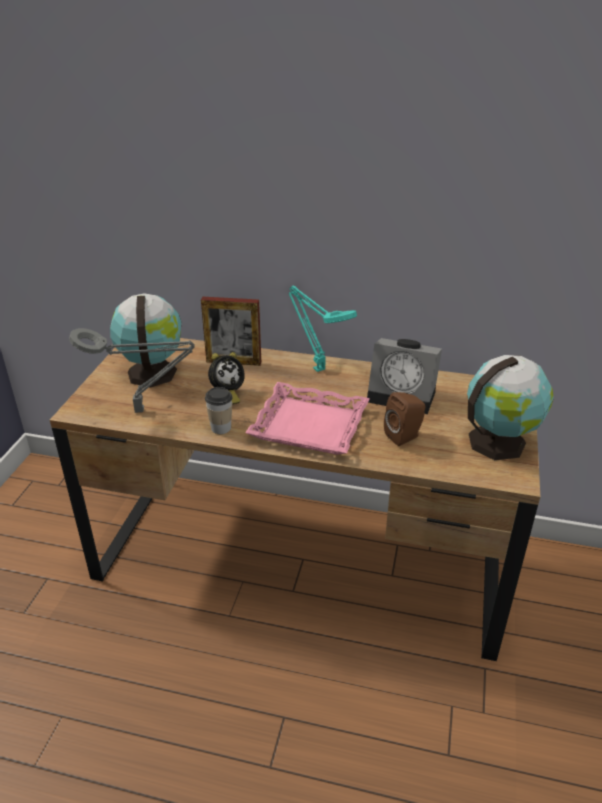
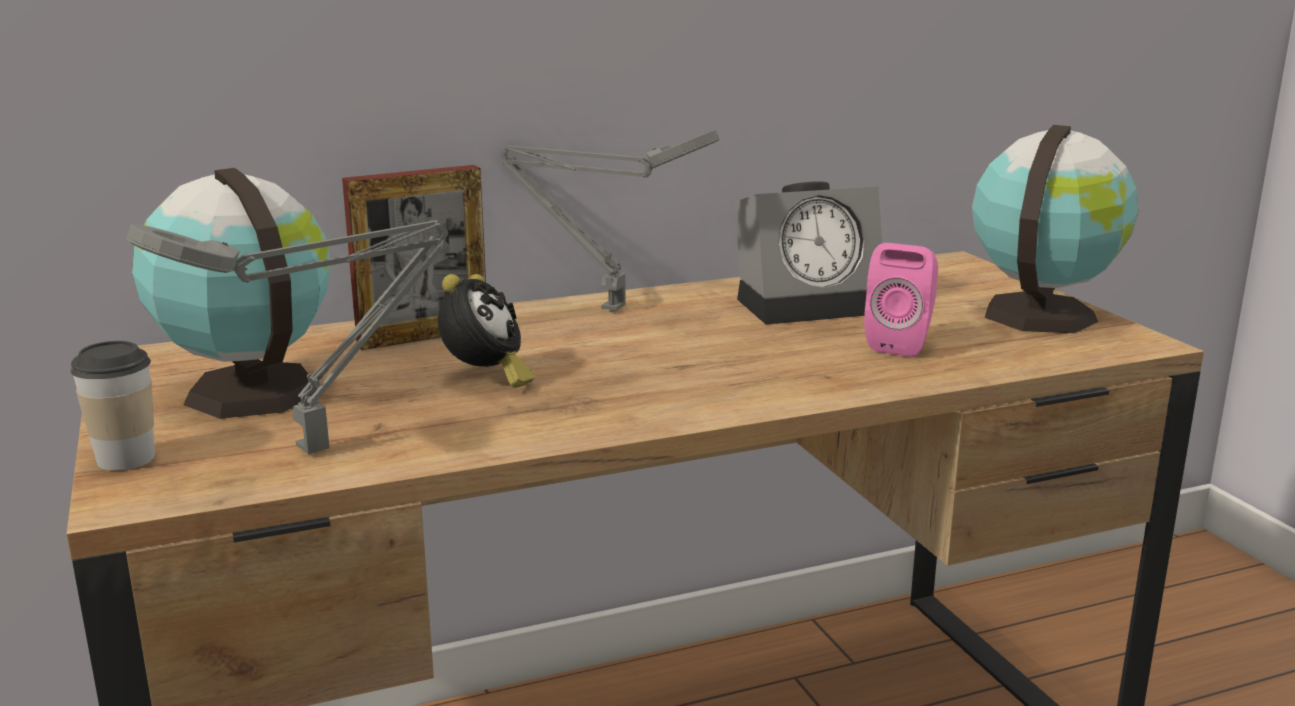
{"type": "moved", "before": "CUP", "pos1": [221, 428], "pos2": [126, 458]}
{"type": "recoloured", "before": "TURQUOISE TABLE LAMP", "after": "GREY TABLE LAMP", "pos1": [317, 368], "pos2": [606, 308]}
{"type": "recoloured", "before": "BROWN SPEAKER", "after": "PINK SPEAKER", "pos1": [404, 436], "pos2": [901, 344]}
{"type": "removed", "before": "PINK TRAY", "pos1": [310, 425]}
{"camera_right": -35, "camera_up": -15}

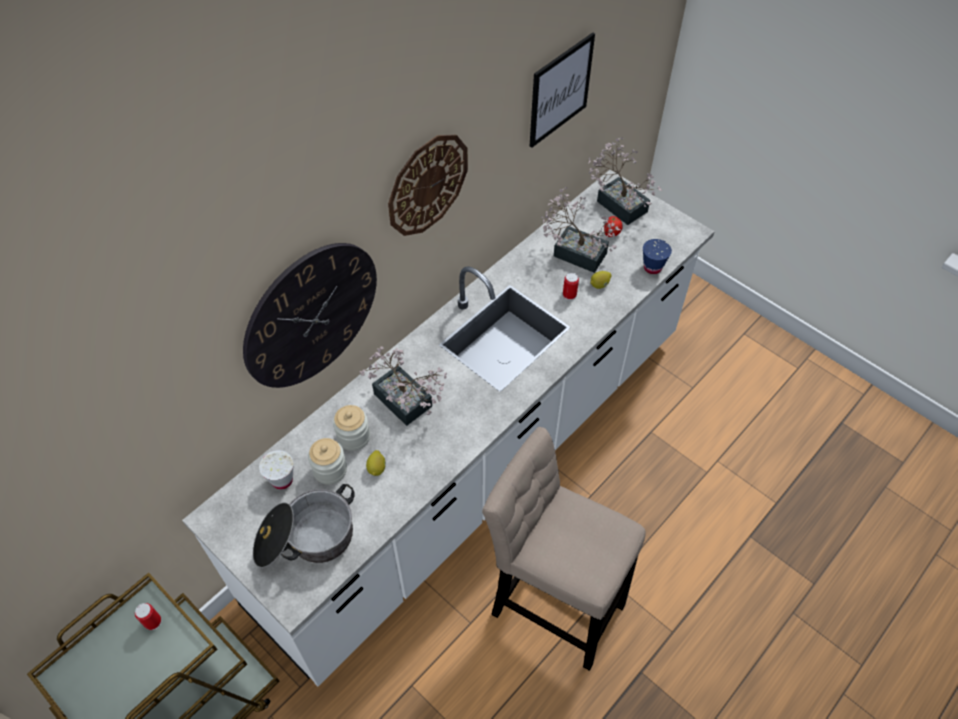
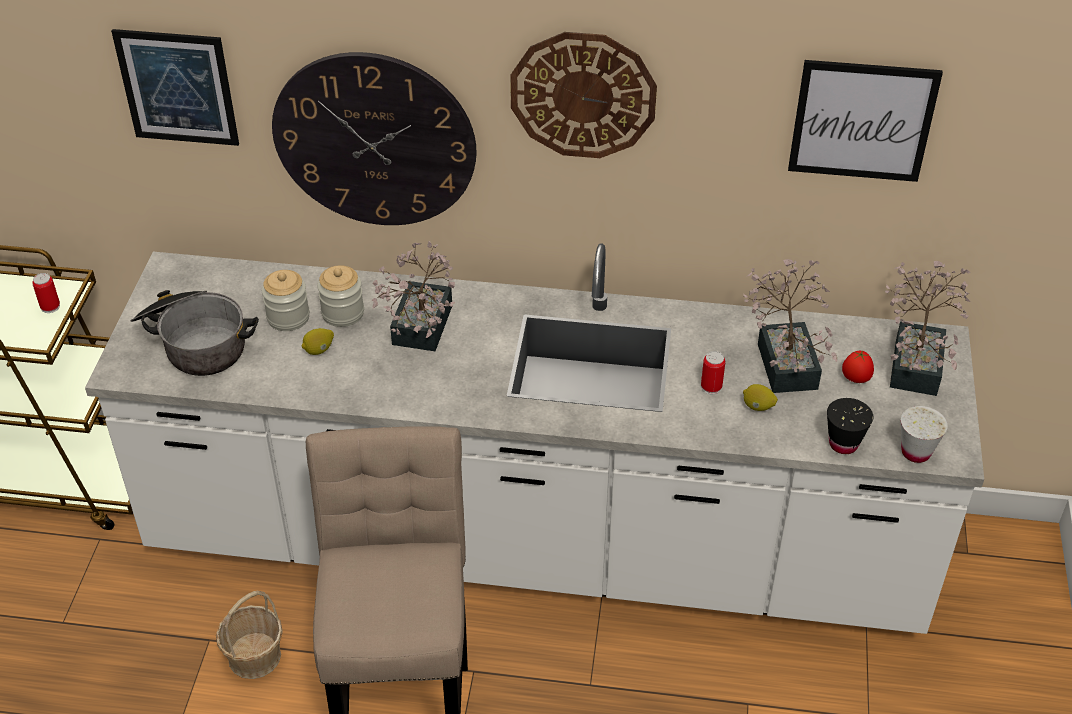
{"type": "added", "after": "PICTURE", "pos2": [177, 87]}
{"type": "added", "after": "BASKET", "pos2": [254, 656]}
{"type": "recoloured", "before": "BLUE CUP", "after": "BLACK CUP", "pos1": [652, 268], "pos2": [843, 444]}
{"type": "moved", "before": "WHITE CUP", "pos1": [282, 480], "pos2": [915, 452]}
{"camera_right": 55, "camera_up": -10}

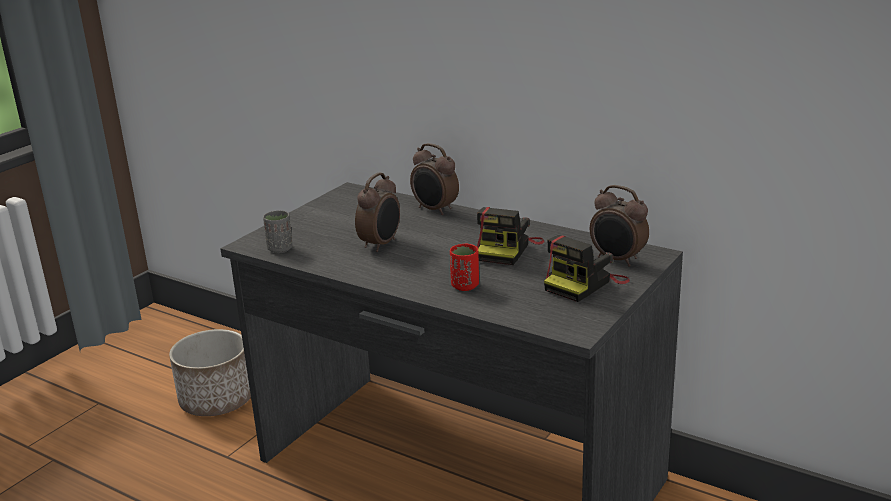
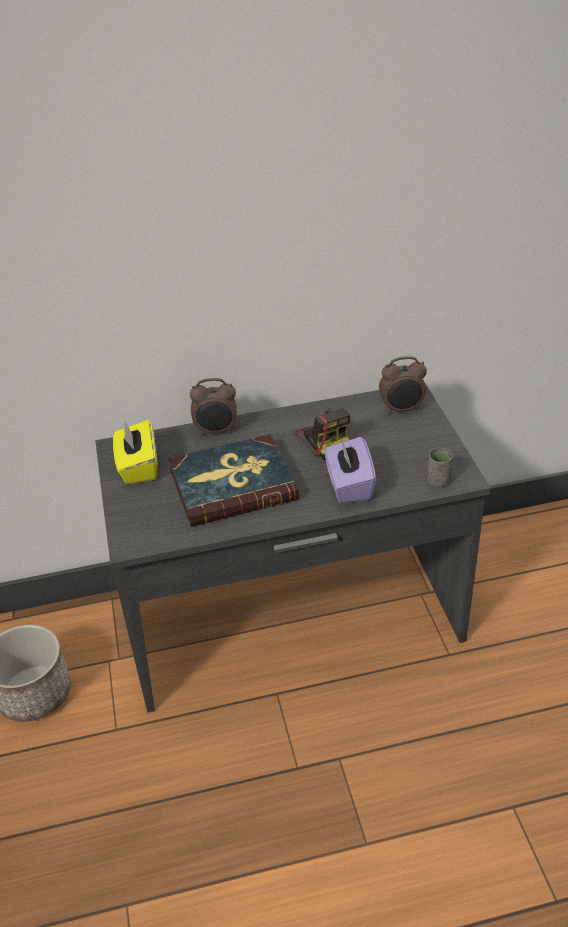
{"type": "added", "after": "YELLOW TISSUE BOX", "pos2": [138, 467]}
{"type": "replaced", "before": "ALARM CLOCK", "after": "BOOK", "pos1": [381, 244], "pos2": [233, 484]}
{"type": "replaced", "before": "RED CUP", "after": "PURPLE TISSUE BOX", "pos1": [465, 286], "pos2": [349, 485]}
{"type": "moved", "before": "GREY CUP", "pos1": [280, 249], "pos2": [438, 481]}
{"type": "removed", "before": "PHOTO CAMERA", "pos1": [584, 284]}
{"camera_right": -45, "camera_up": 15}

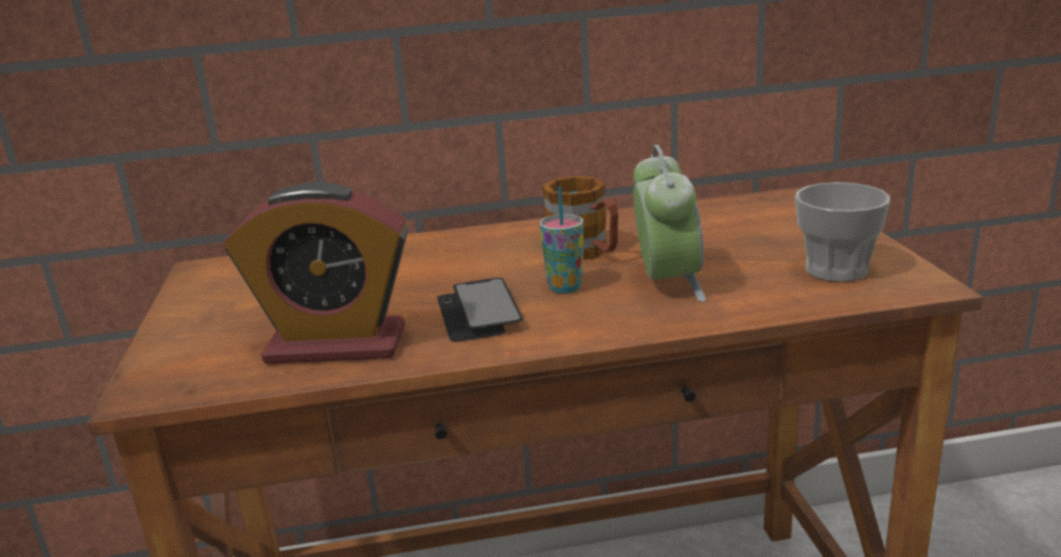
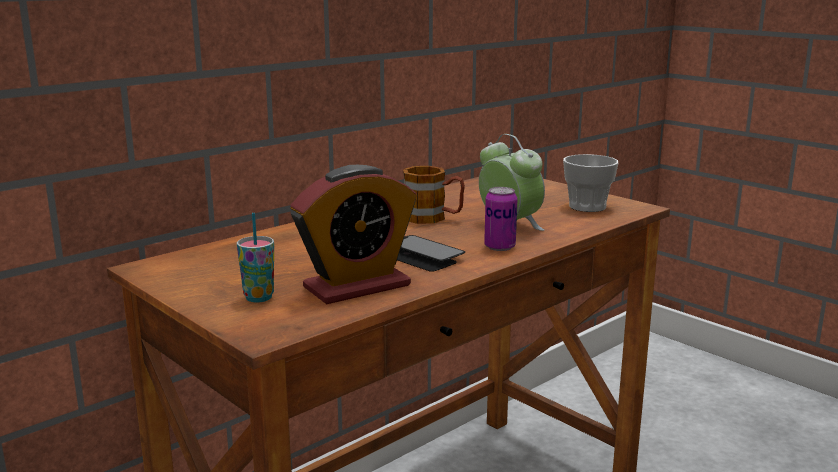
{"type": "moved", "before": "CUP", "pos1": [565, 287], "pos2": [259, 298]}
{"type": "added", "after": "CAN", "pos2": [499, 247]}
{"camera_right": -35, "camera_up": -5}

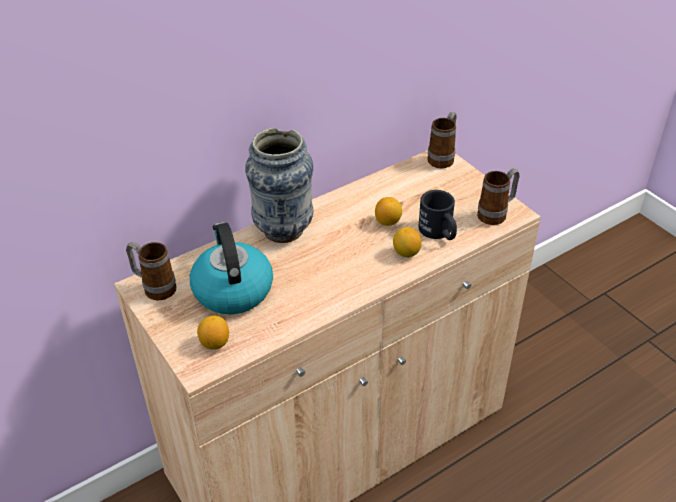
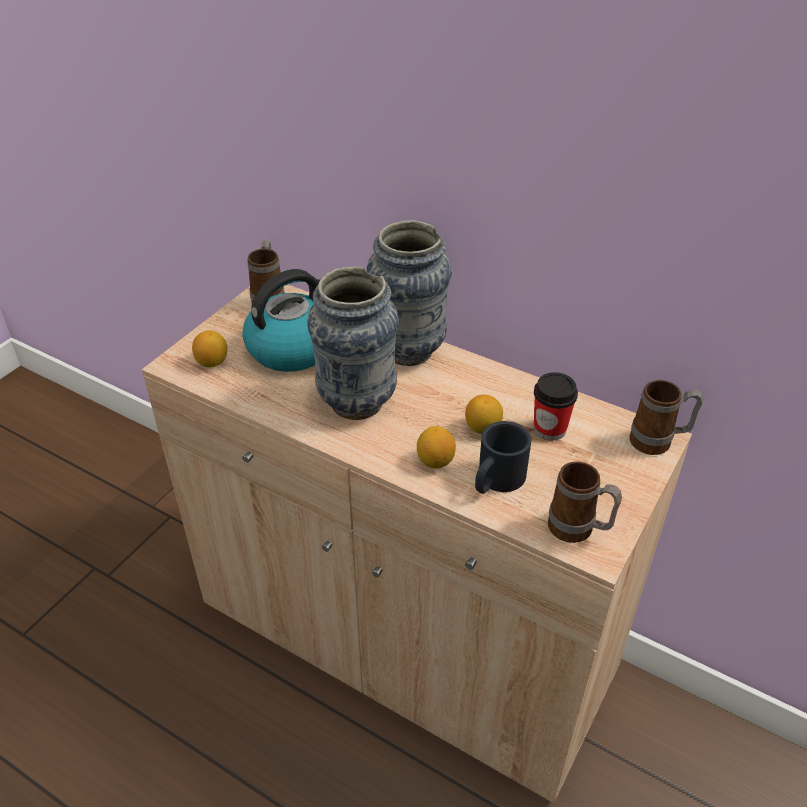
{"type": "added", "after": "VASE", "pos2": [357, 402]}
{"type": "added", "after": "CUP", "pos2": [549, 429]}
{"camera_right": 65, "camera_up": 0}

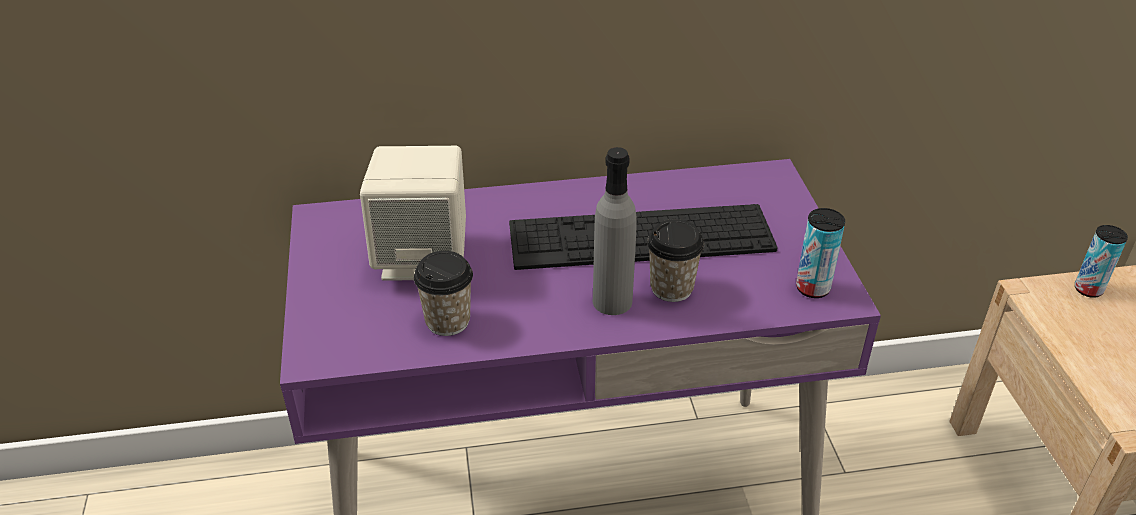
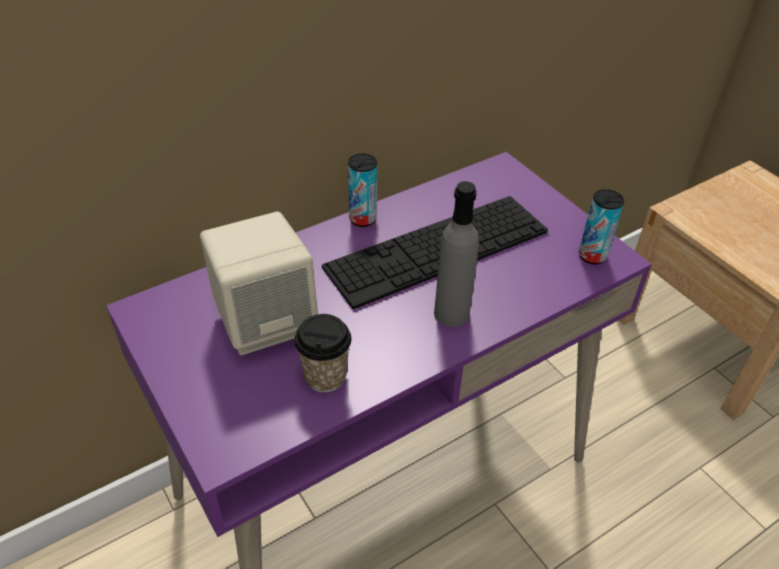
{"type": "moved", "before": "CAN", "pos1": [1088, 289], "pos2": [362, 219]}
{"type": "removed", "before": "CUP", "pos1": [671, 288]}
{"camera_right": -25, "camera_up": 5}

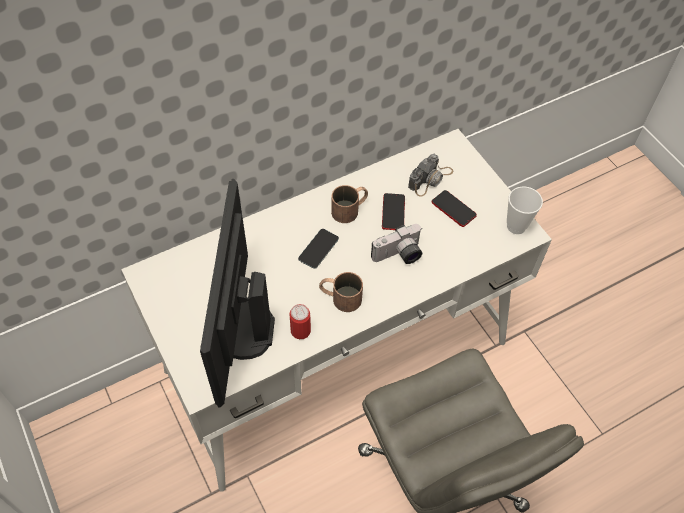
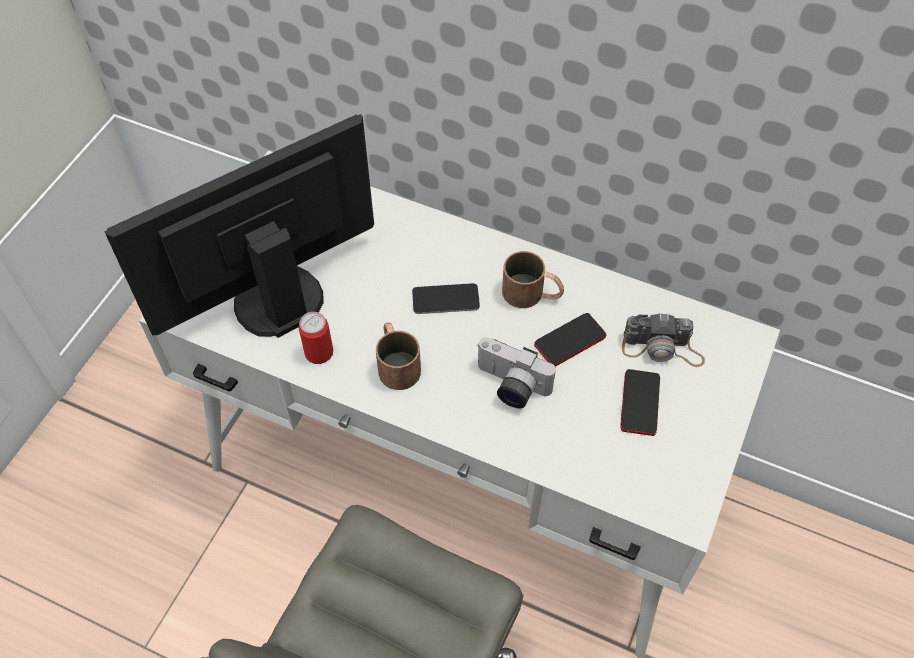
{"type": "removed", "before": "CUP", "pos1": [516, 226]}
{"camera_right": 55, "camera_up": 0}

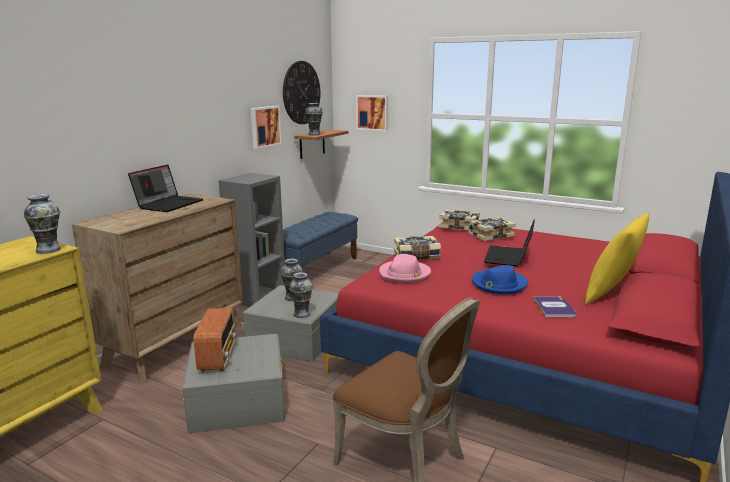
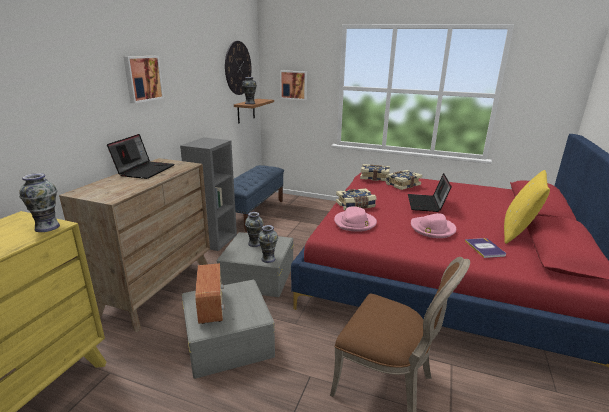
{"type": "moved", "before": "PICTURE", "pos1": [264, 126], "pos2": [142, 78]}
{"type": "recoloured", "before": "BLUE HAT", "after": "PINK HAT", "pos1": [498, 284], "pos2": [432, 229]}
{"camera_right": -10, "camera_up": 5}

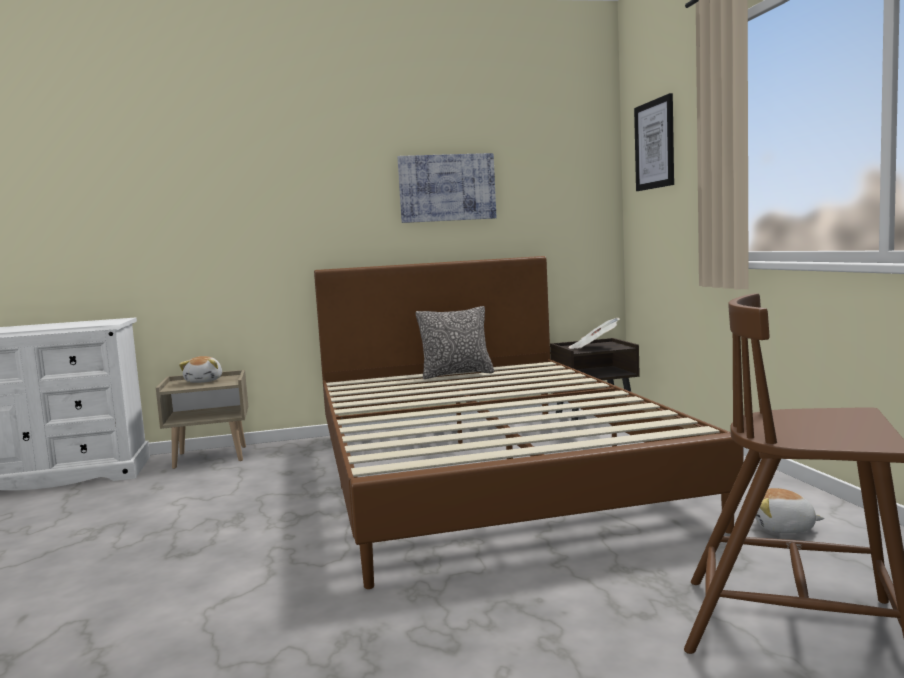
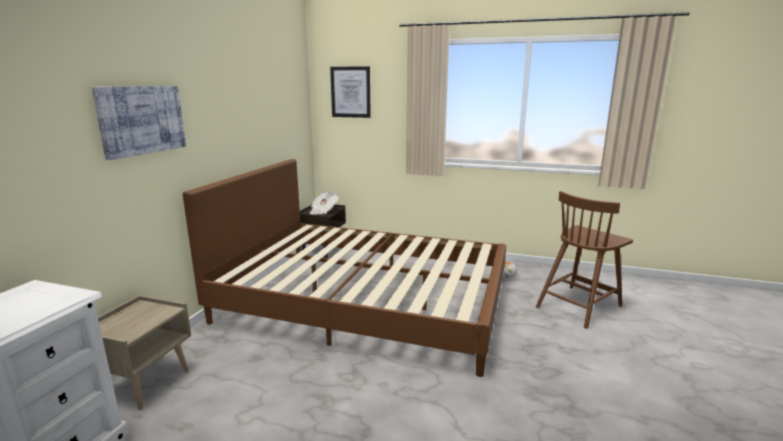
{"type": "moved", "before": "PICTURE", "pos1": [447, 188], "pos2": [142, 120]}
{"type": "removed", "before": "PLUSH TOY", "pos1": [205, 381]}
{"type": "removed", "before": "PILLOW", "pos1": [456, 374]}
{"camera_right": -60, "camera_up": 10}

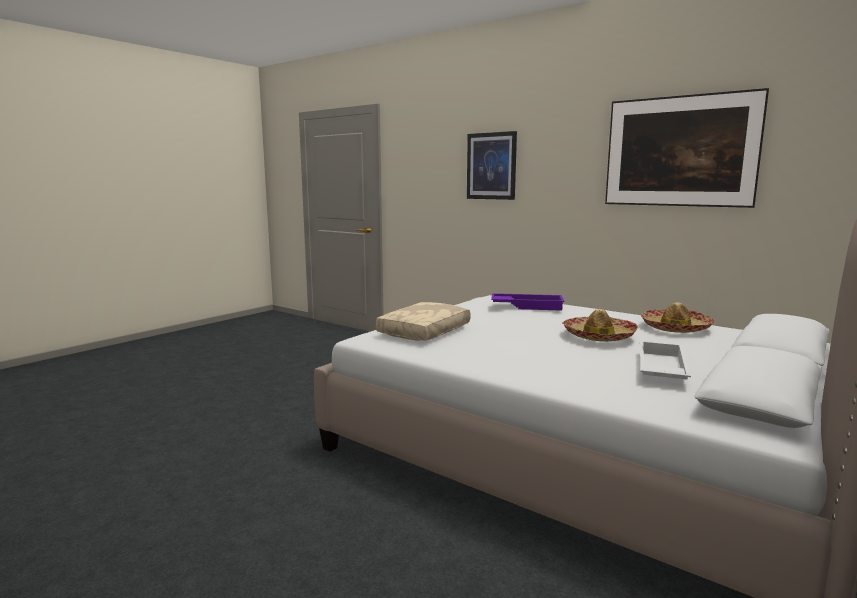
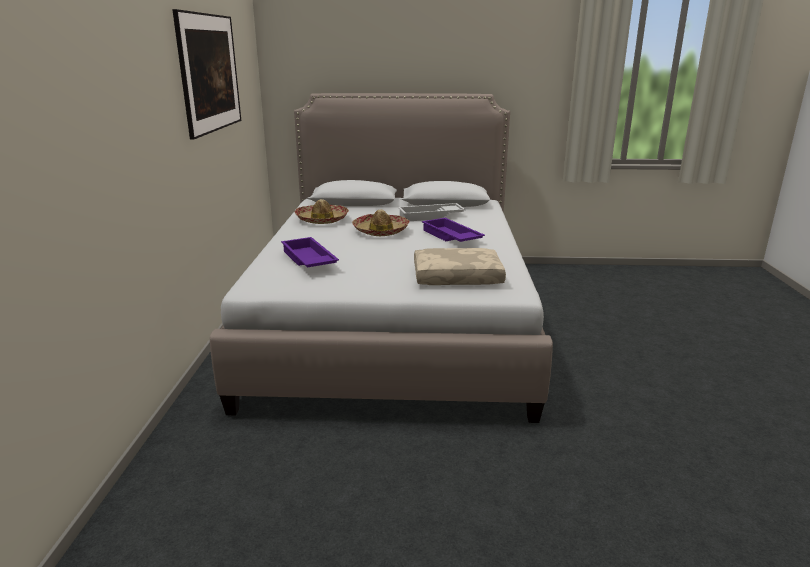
{"type": "added", "after": "PURPLE TRAY", "pos2": [450, 237]}
{"type": "removed", "before": "PICTURE", "pos1": [491, 166]}
{"camera_right": -125, "camera_up": 10}

